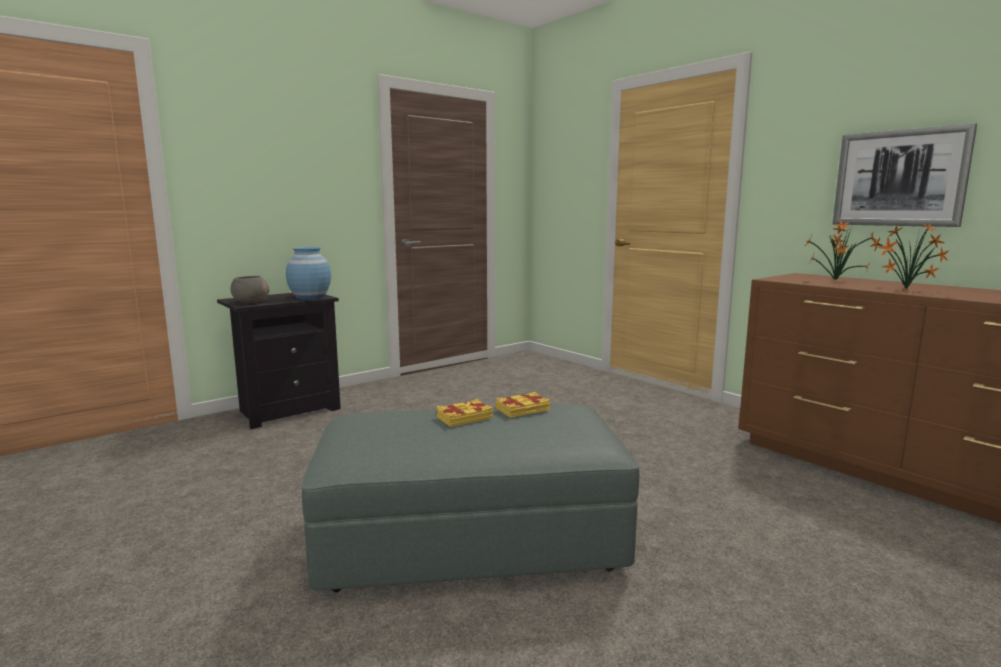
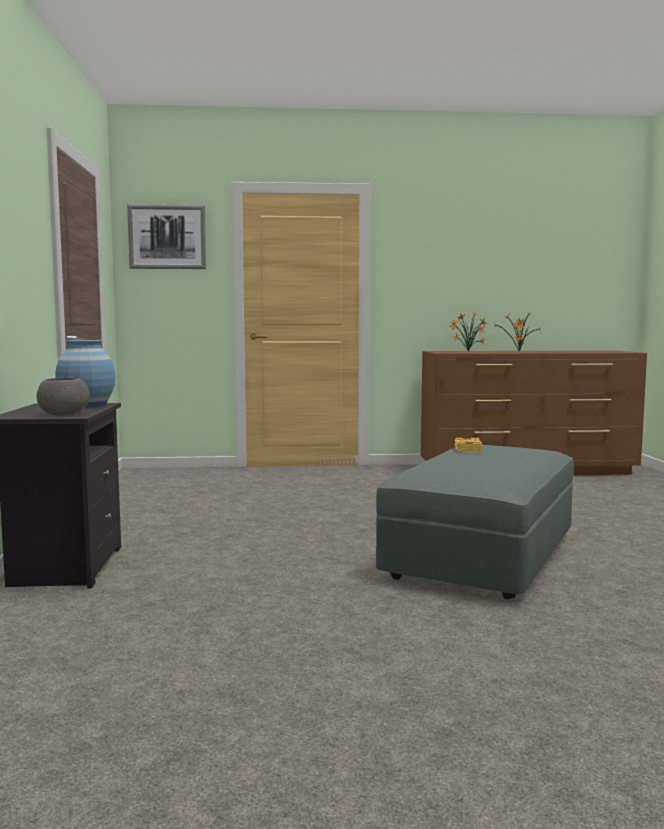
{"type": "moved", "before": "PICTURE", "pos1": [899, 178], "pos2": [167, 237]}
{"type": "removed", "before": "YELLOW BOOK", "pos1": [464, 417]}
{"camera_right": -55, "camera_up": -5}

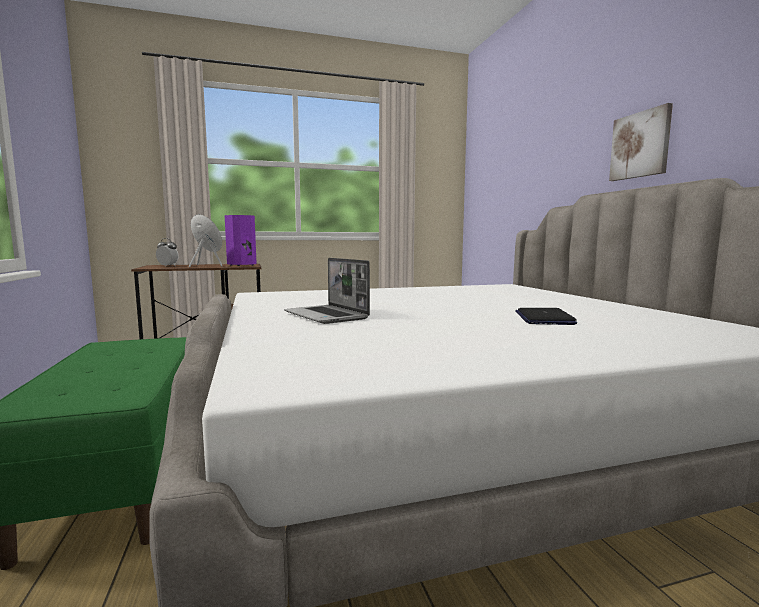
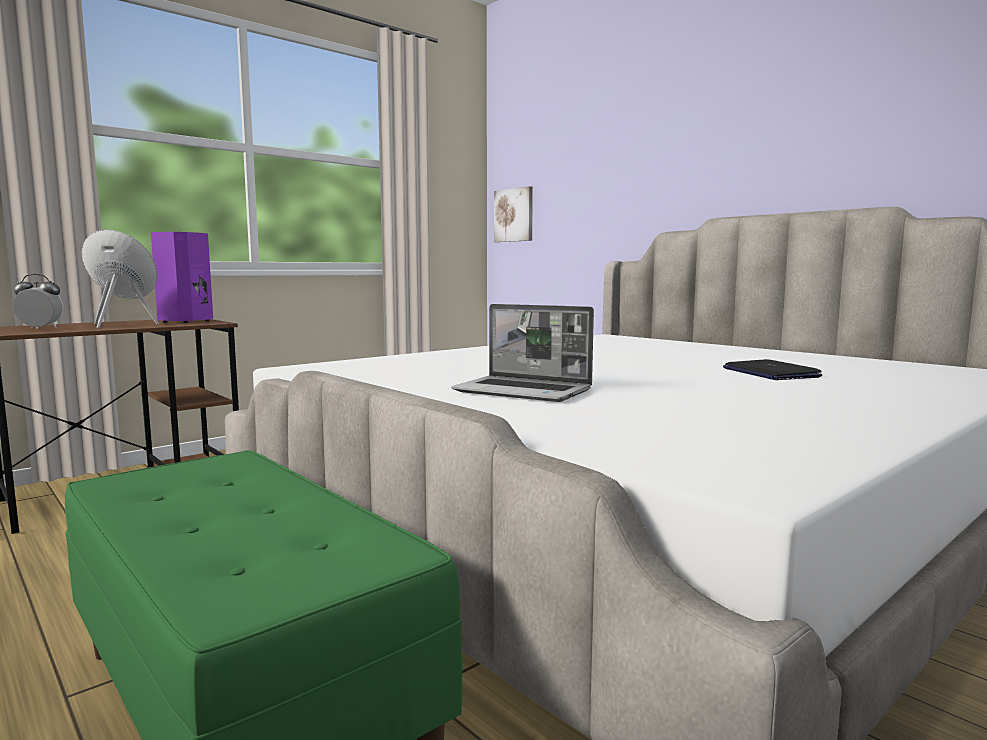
{"type": "moved", "before": "PICTURE", "pos1": [640, 145], "pos2": [514, 215]}
{"camera_right": -25, "camera_up": 0}

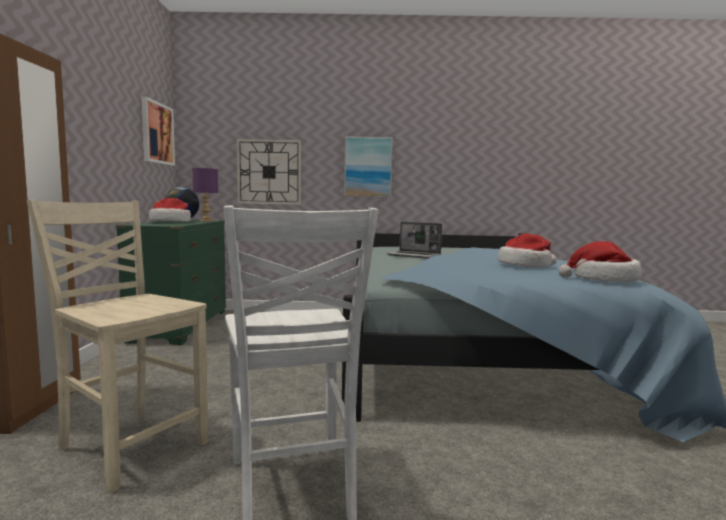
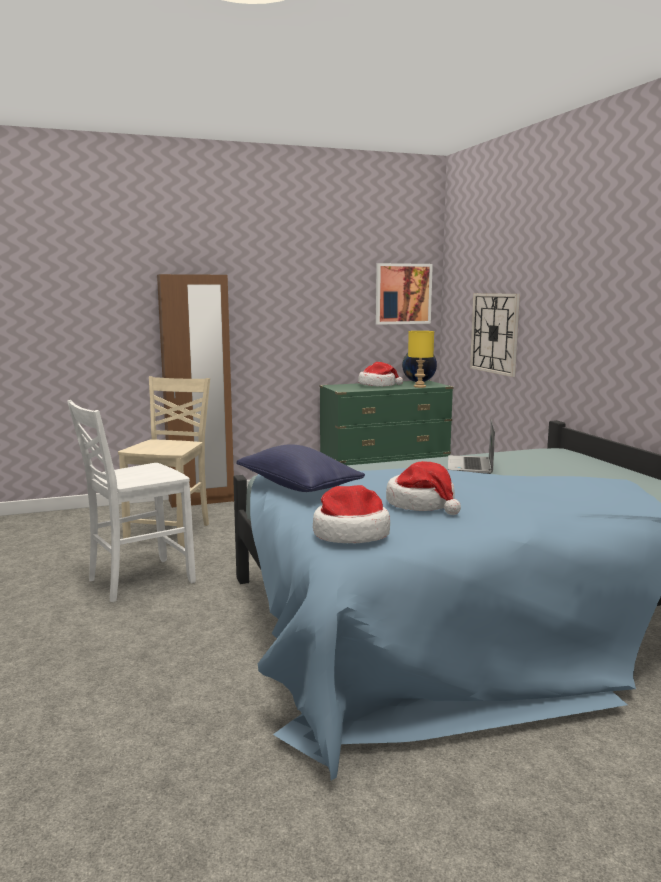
{"type": "added", "after": "BLUE PILLOW", "pos2": [298, 487]}
{"type": "recoloured", "before": "PURPLE TABLE LAMP", "after": "YELLOW TABLE LAMP", "pos1": [206, 221], "pos2": [420, 386]}
{"type": "removed", "before": "PICTURE", "pos1": [368, 167]}
{"camera_right": 70, "camera_up": 5}

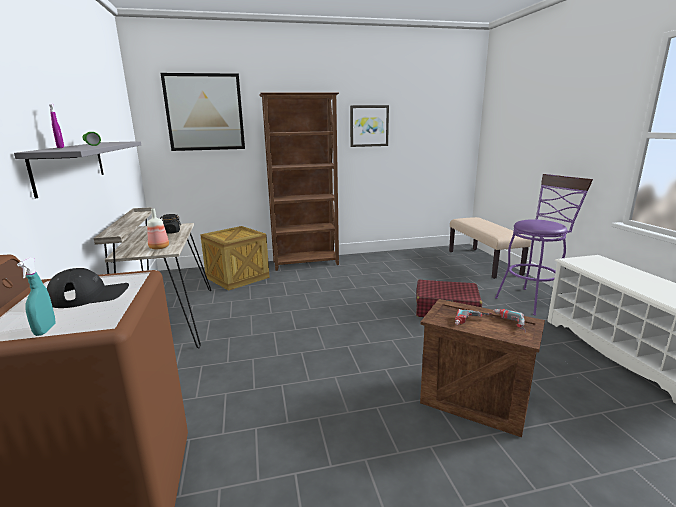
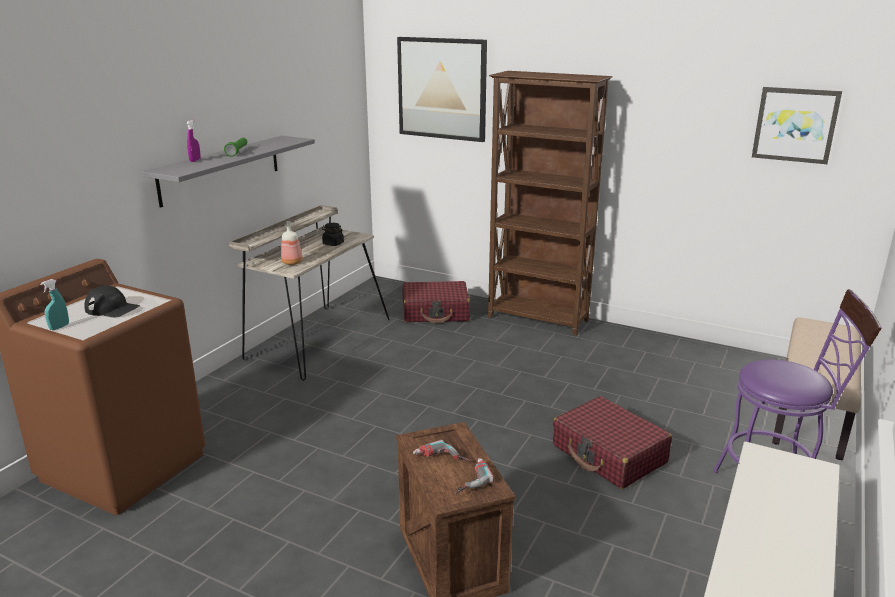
{"type": "replaced", "before": "CRATE", "after": "RED SUITCASE", "pos1": [237, 277], "pos2": [436, 312]}
{"type": "moved", "before": "PICTURE", "pos1": [369, 126], "pos2": [795, 125]}
{"camera_right": 40, "camera_up": 5}

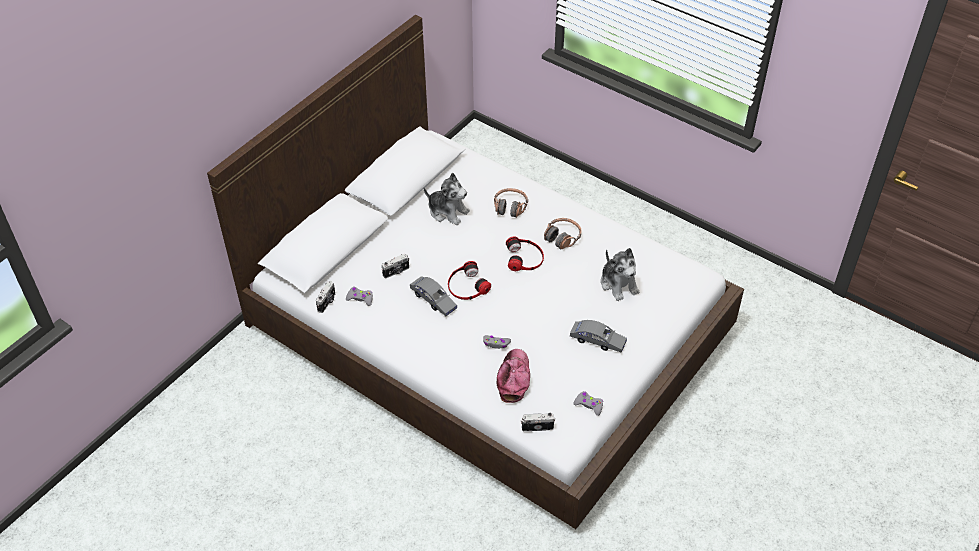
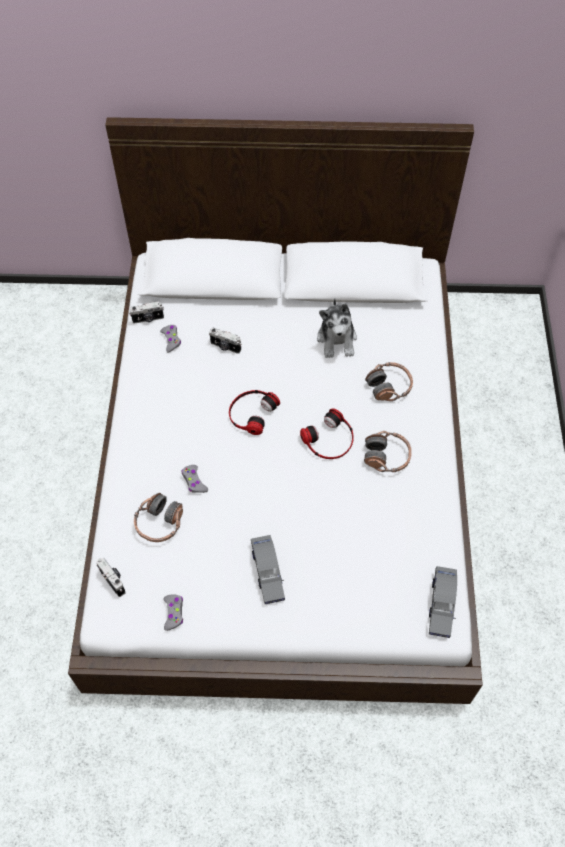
{"type": "replaced", "before": "CAP", "after": "HEADPHONES", "pos1": [513, 378], "pos2": [159, 523]}
{"type": "moved", "before": "GREY TOY CAR", "pos1": [433, 300], "pos2": [441, 604]}
{"type": "removed", "before": "PLUSH TOY", "pos1": [618, 284]}
{"camera_right": 55, "camera_up": 10}

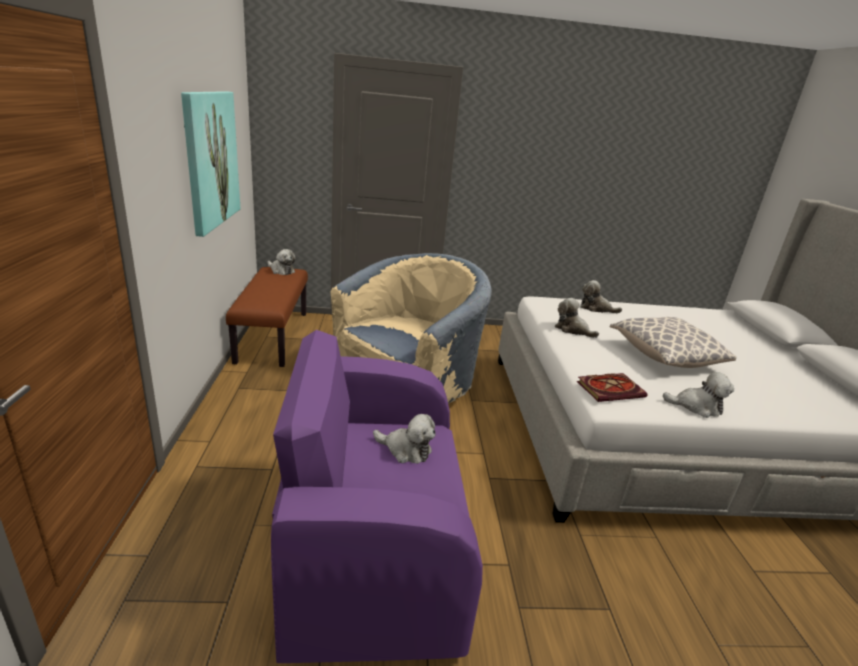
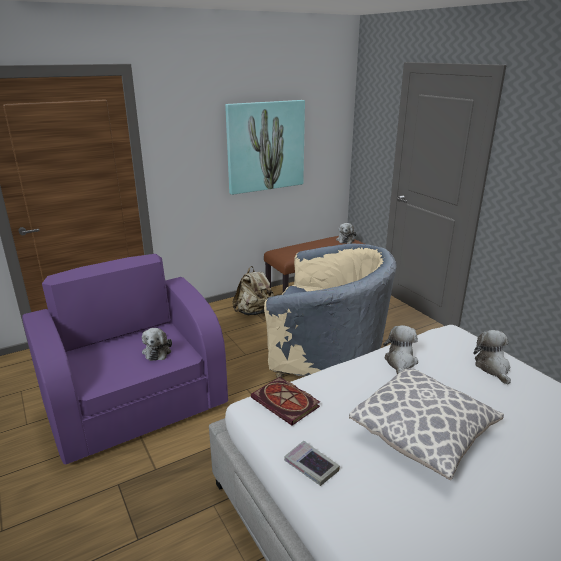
{"type": "added", "after": "BEIGE BACKPACK", "pos2": [254, 312]}
{"type": "replaced", "before": "PLUSH TOY", "after": "BOOK", "pos1": [696, 407], "pos2": [311, 466]}
{"camera_right": 65, "camera_up": 0}

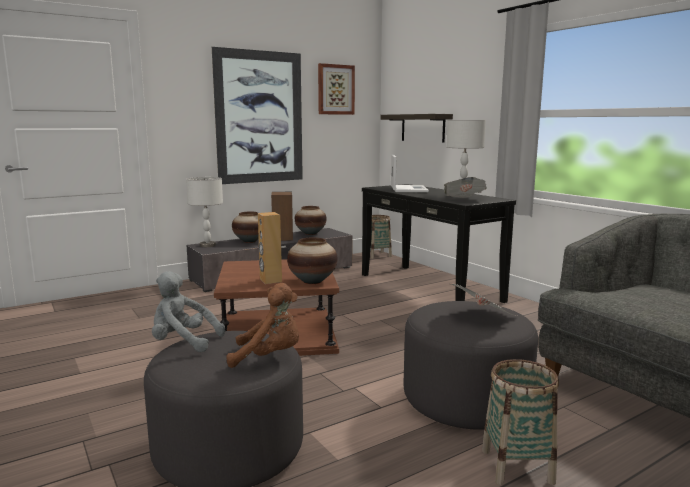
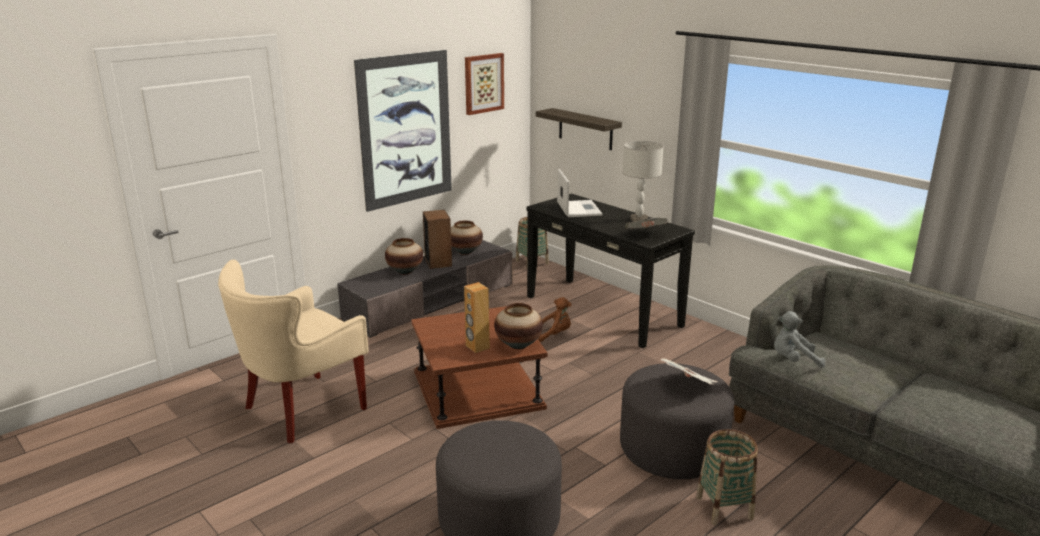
{"type": "added", "after": "BEIGE ARMCHAIR", "pos2": [302, 409]}
{"type": "moved", "before": "BROWN PLUSH TOY", "pos1": [269, 357], "pos2": [554, 334]}
{"type": "moved", "before": "GREY PLUSH TOY", "pos1": [183, 342], "pos2": [793, 360]}
{"type": "removed", "before": "GREY TABLE LAMP", "pos1": [207, 245]}
{"camera_right": -10, "camera_up": 10}

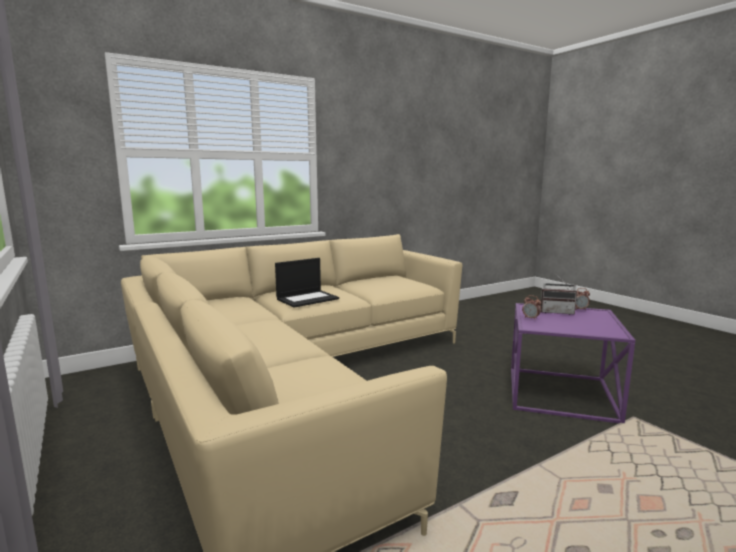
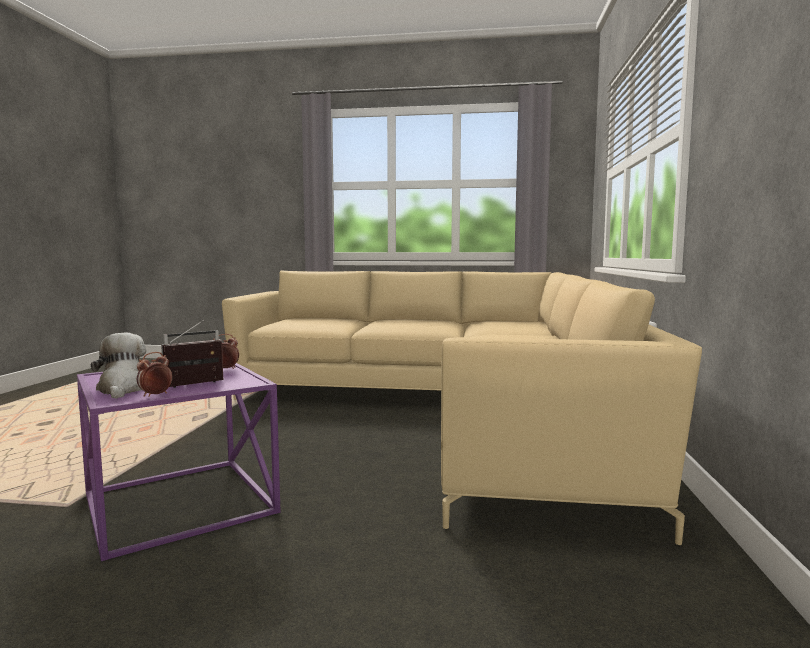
{"type": "added", "after": "PLUSH TOY", "pos2": [123, 389]}
{"type": "removed", "before": "LAPTOP", "pos1": [308, 299]}
{"camera_right": 130, "camera_up": -5}

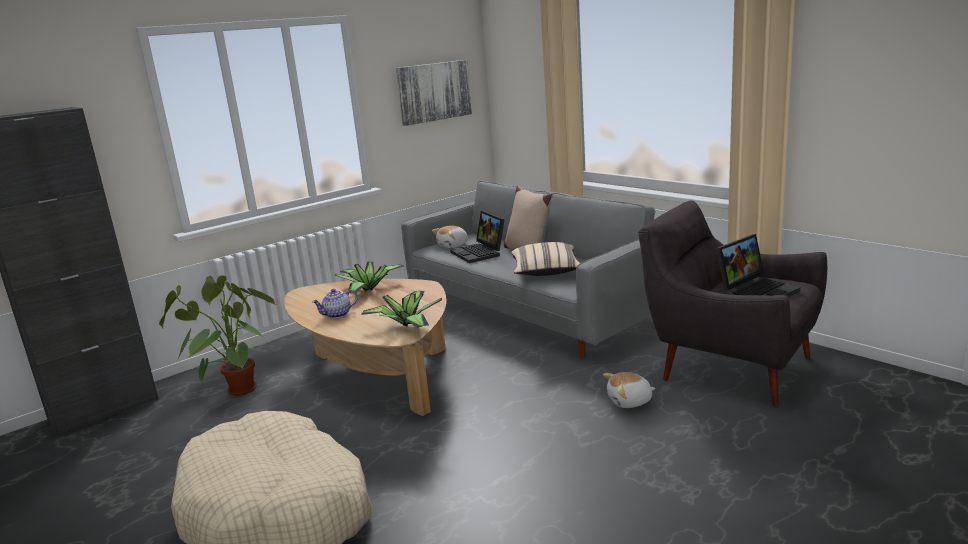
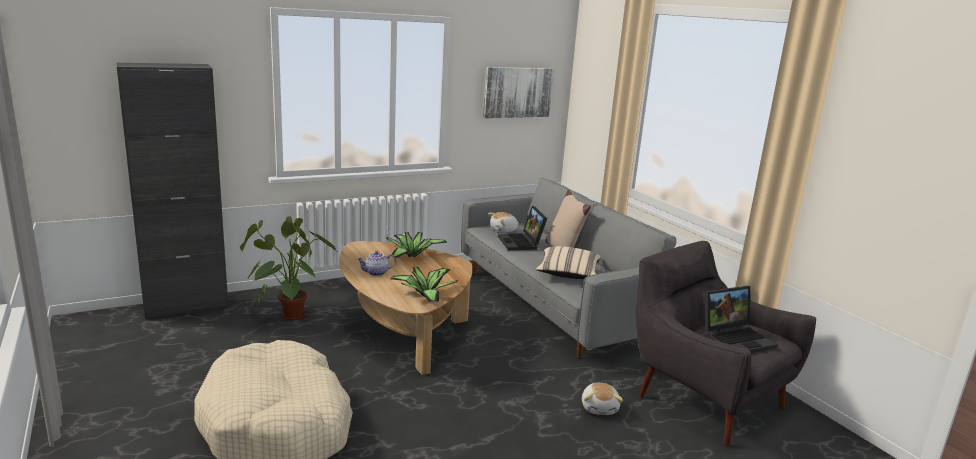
{"type": "turned", "before": "PLUSH TOY", "pos1": [630, 401], "pos2": [600, 408], "turn": -90}
{"camera_right": 10, "camera_up": 0}

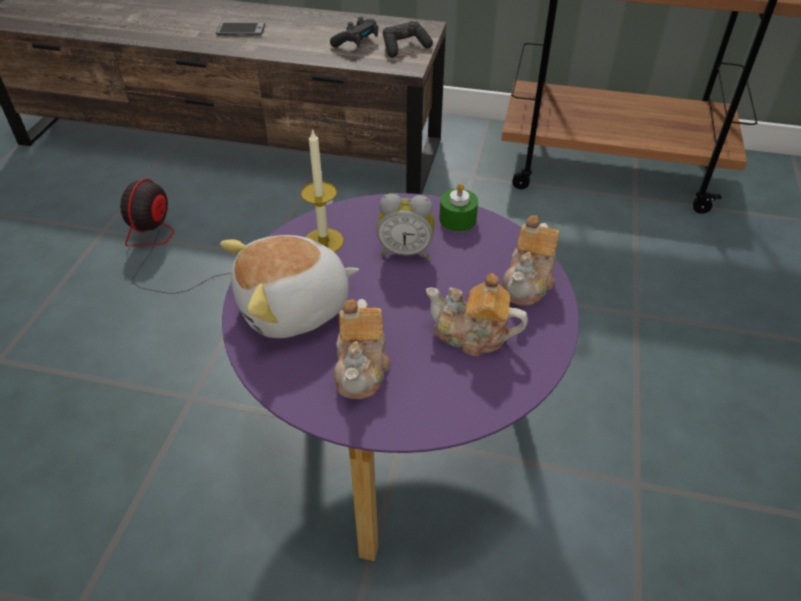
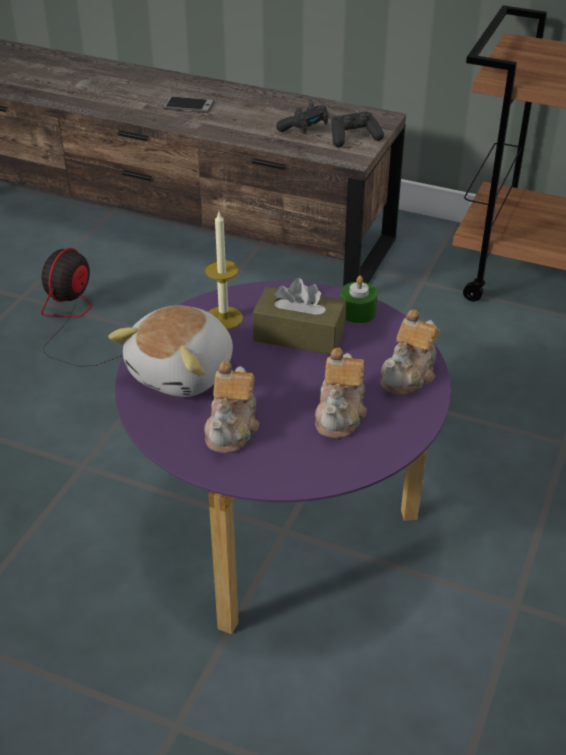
{"type": "turned", "before": "PLUSH TOY", "pos1": [295, 308], "pos2": [184, 372], "turn": -45}
{"type": "replaced", "before": "ALARM CLOCK", "after": "BROWN TISSUE BOX", "pos1": [405, 251], "pos2": [299, 335]}
{"type": "turned", "before": "TEAPOT", "pos1": [471, 335], "pos2": [340, 414], "turn": -105}
{"camera_right": 10, "camera_up": -5}

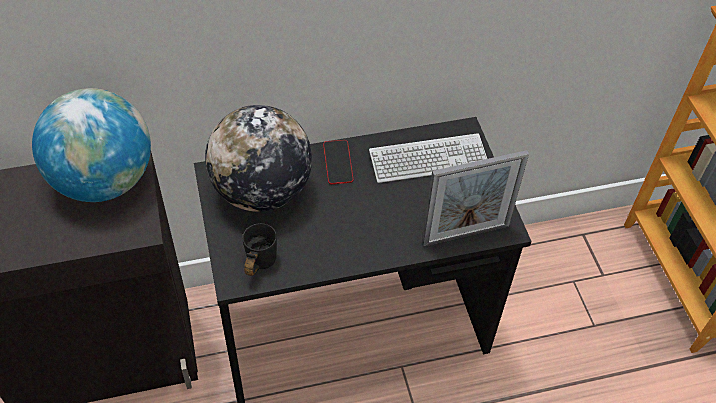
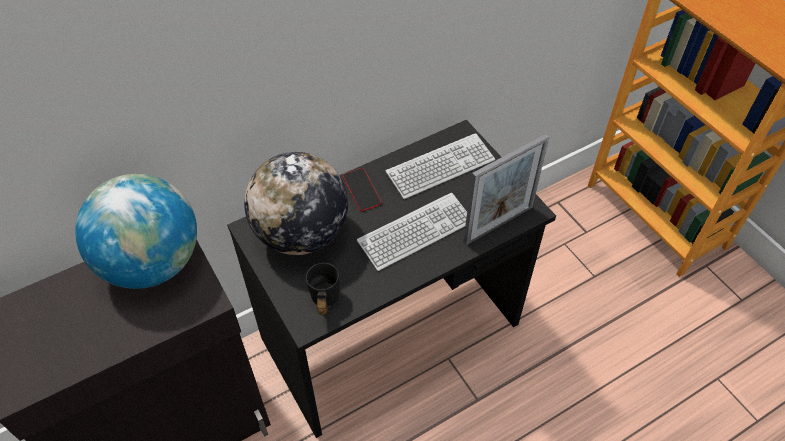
{"type": "added", "after": "KEYBOARD", "pos2": [415, 232]}
{"camera_right": -15, "camera_up": 0}

